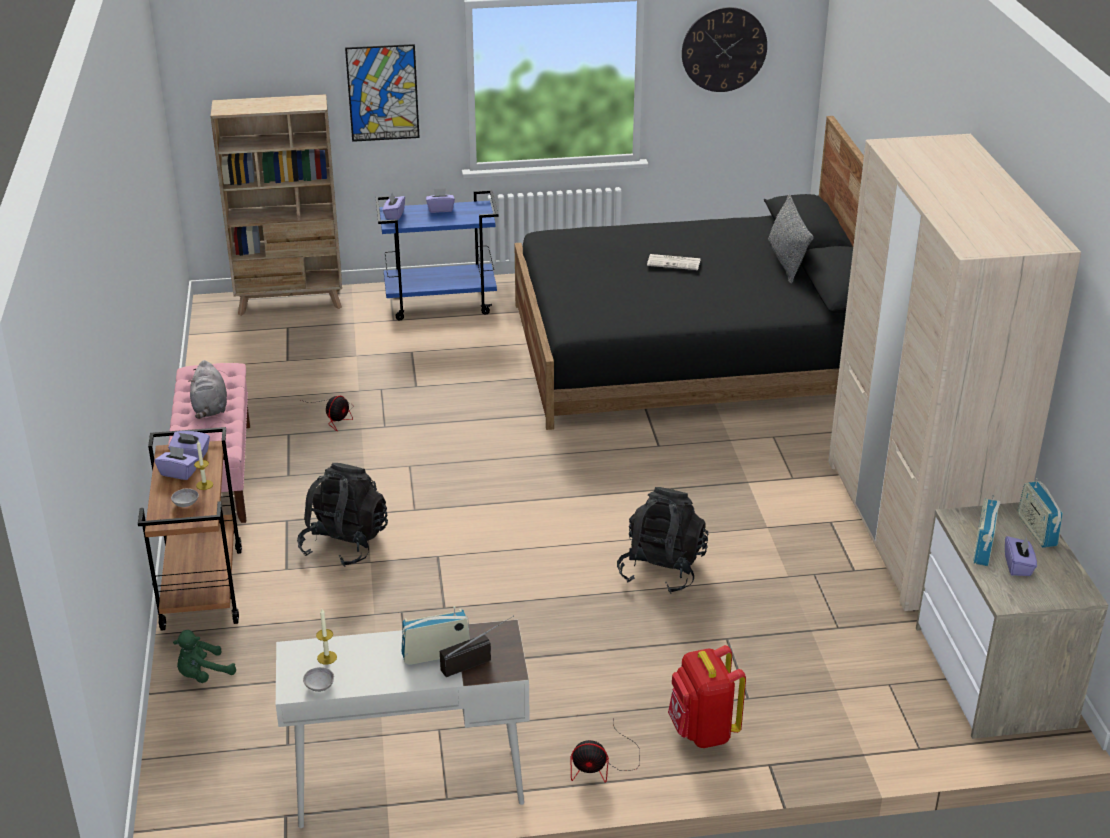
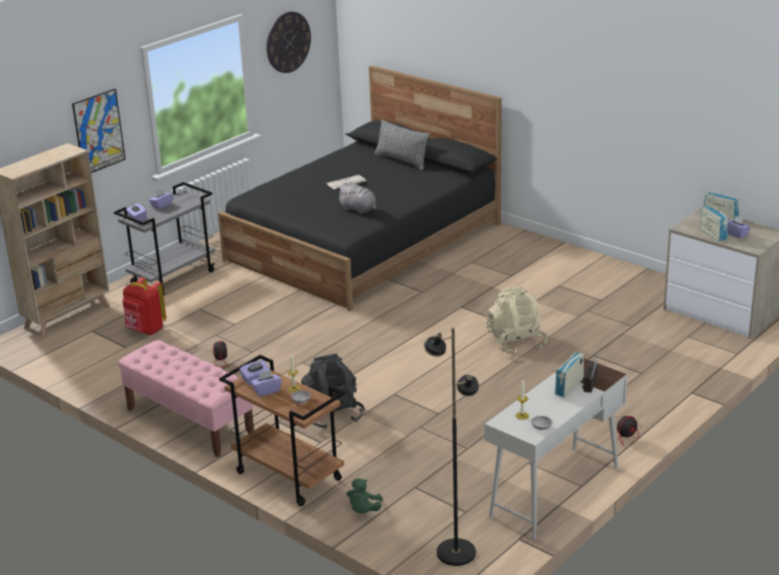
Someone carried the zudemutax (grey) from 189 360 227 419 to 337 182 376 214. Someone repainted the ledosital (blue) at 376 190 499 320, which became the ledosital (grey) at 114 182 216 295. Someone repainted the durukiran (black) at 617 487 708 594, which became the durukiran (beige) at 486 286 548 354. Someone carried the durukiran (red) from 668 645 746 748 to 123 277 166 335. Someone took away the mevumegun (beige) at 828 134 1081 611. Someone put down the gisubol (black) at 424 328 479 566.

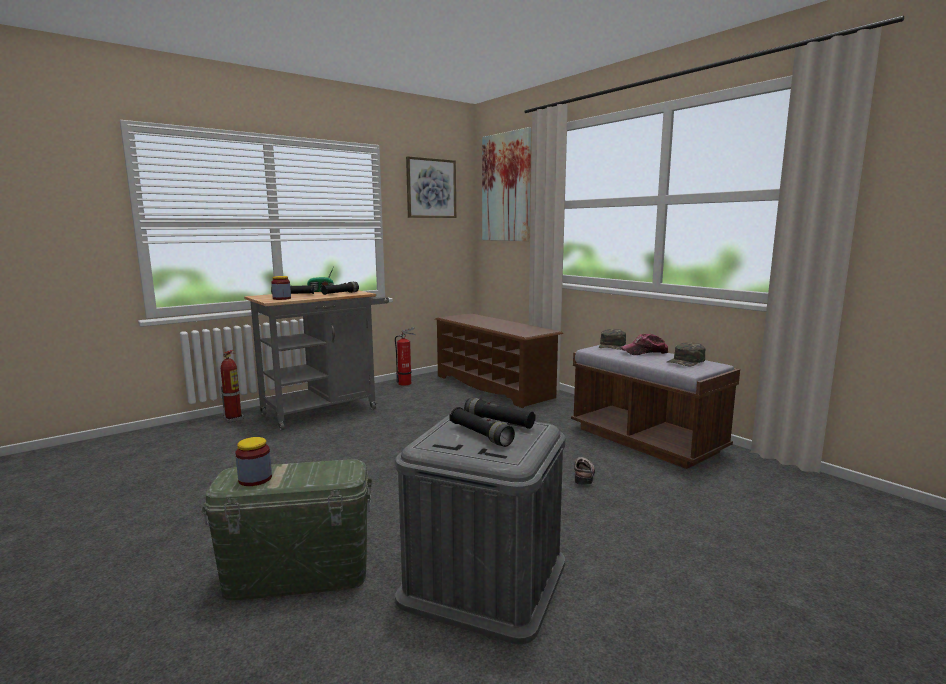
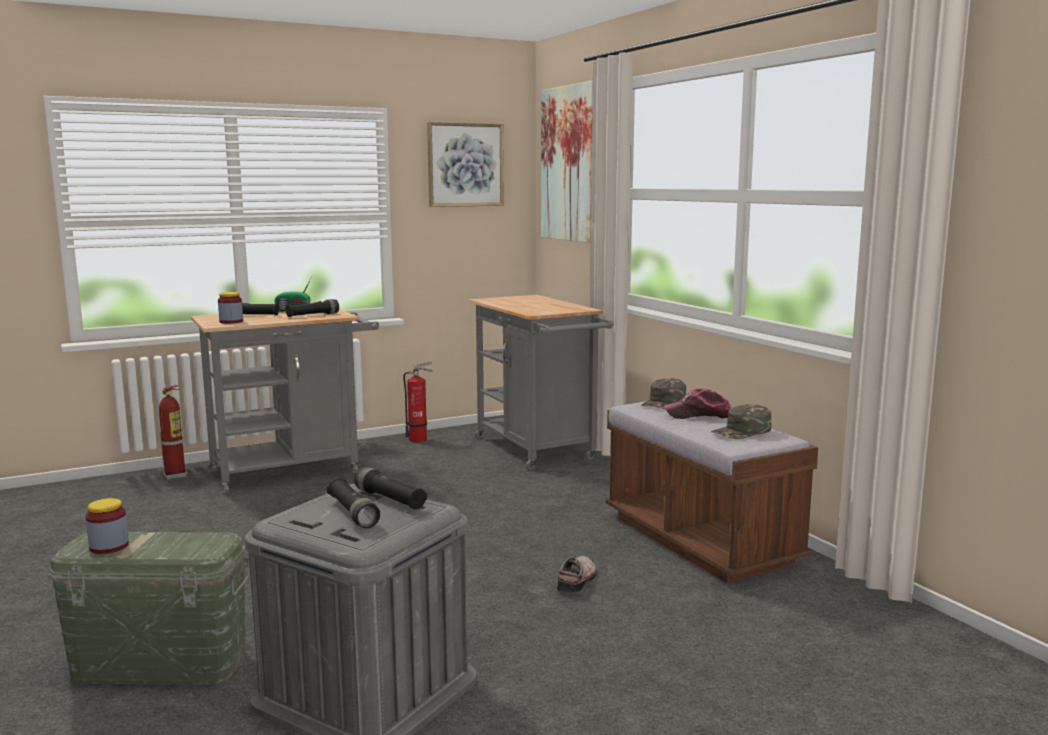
Someone swapped the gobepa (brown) at 435 313 563 408 for the ledosital (grey) at 469 295 614 470.

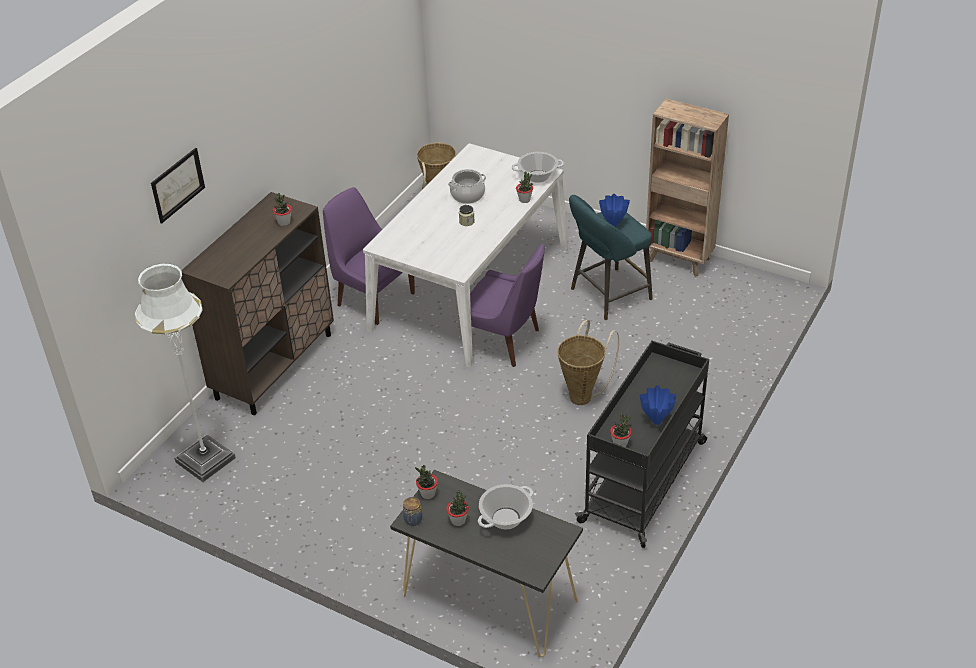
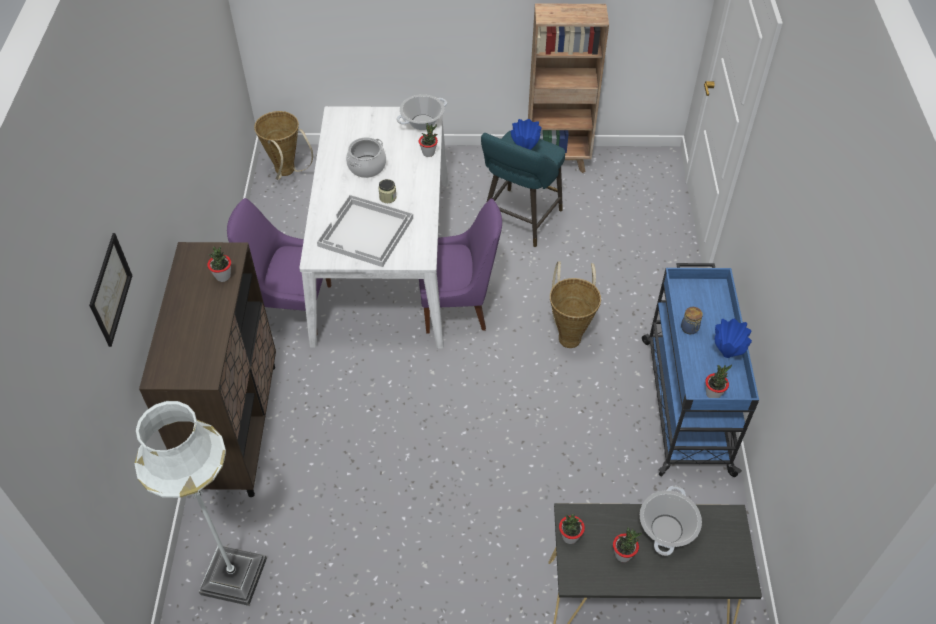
Someone carried the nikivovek from 403 497 422 526 to 681 307 703 334. Someone repainted the ledosital (black) at 575 341 709 548, which became the ledosital (blue) at 642 263 759 477. Someone put down the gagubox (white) at 317 195 413 267.

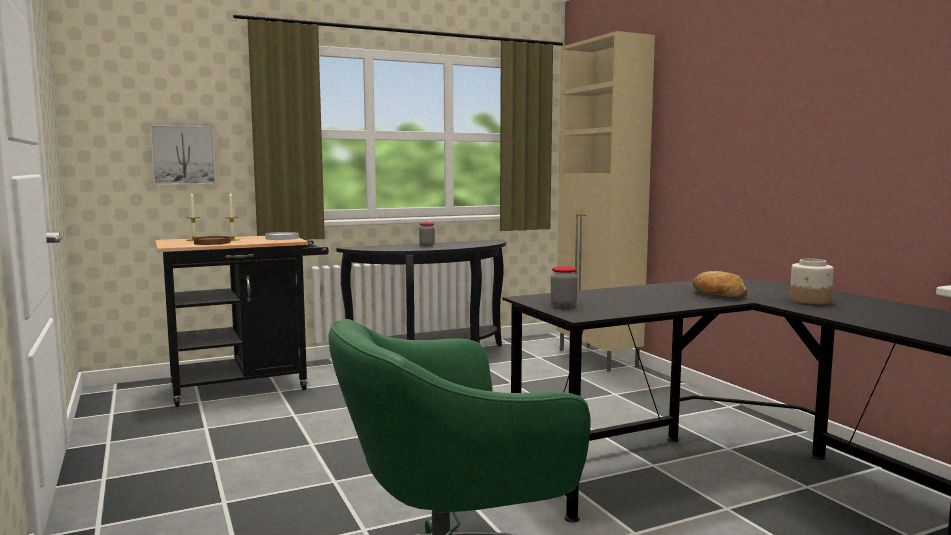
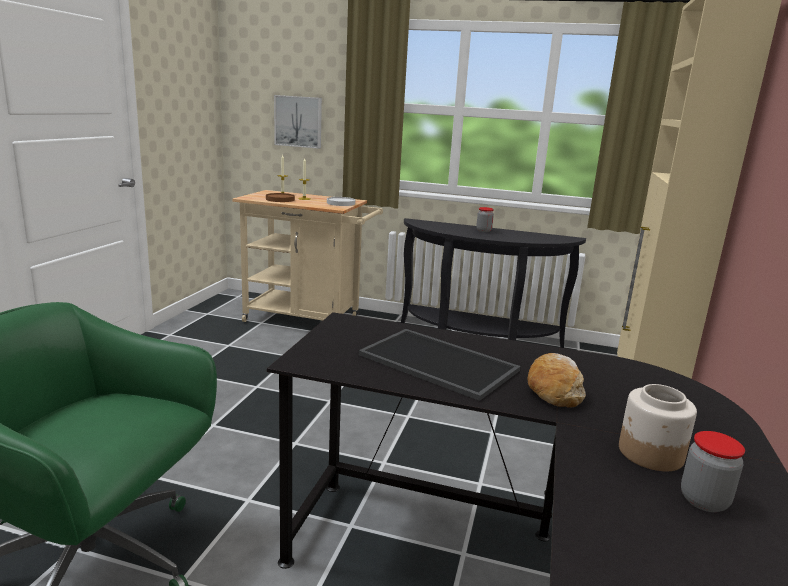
Someone repainted the ledosital (black) at 155 236 329 407, which became the ledosital (beige) at 232 190 383 322. Someone carried the nikivovek from 551 266 577 307 to 681 431 745 512. Someone put down the gagubox at 358 329 521 401.

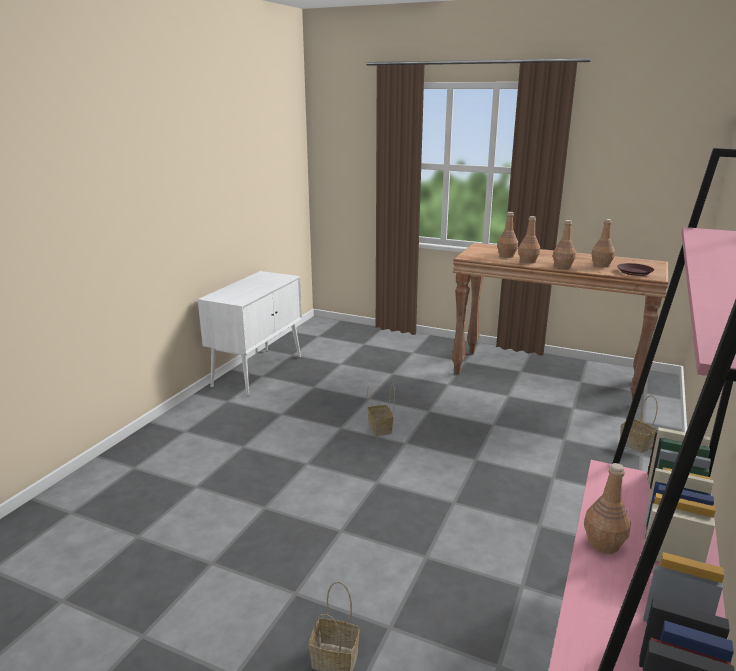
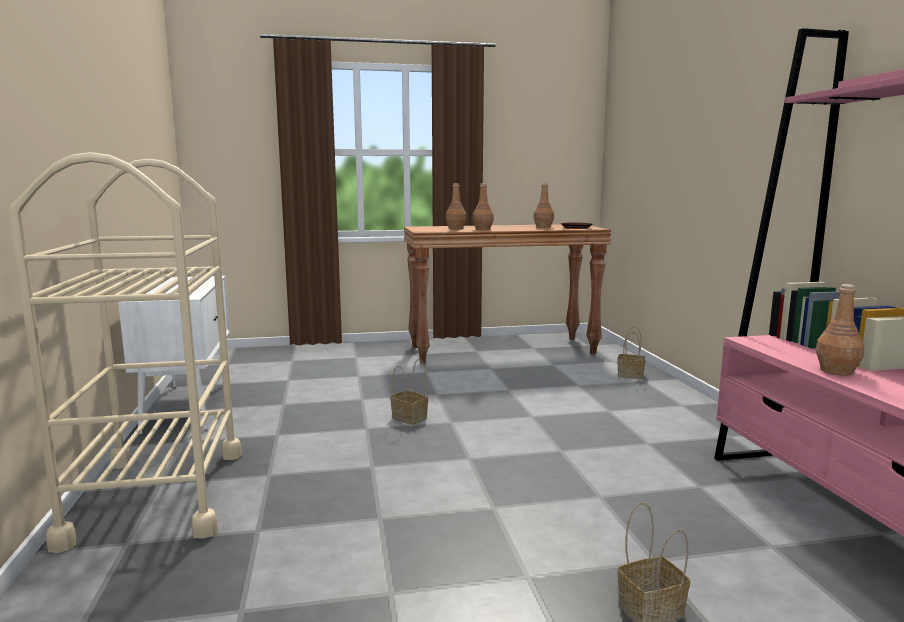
Someone took away the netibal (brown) at 553 220 576 269. Someone put down the ledosital (beige) at 9 152 242 553.

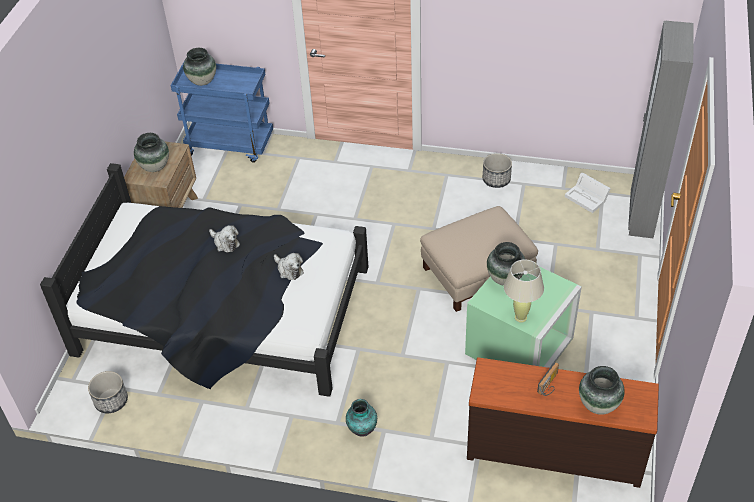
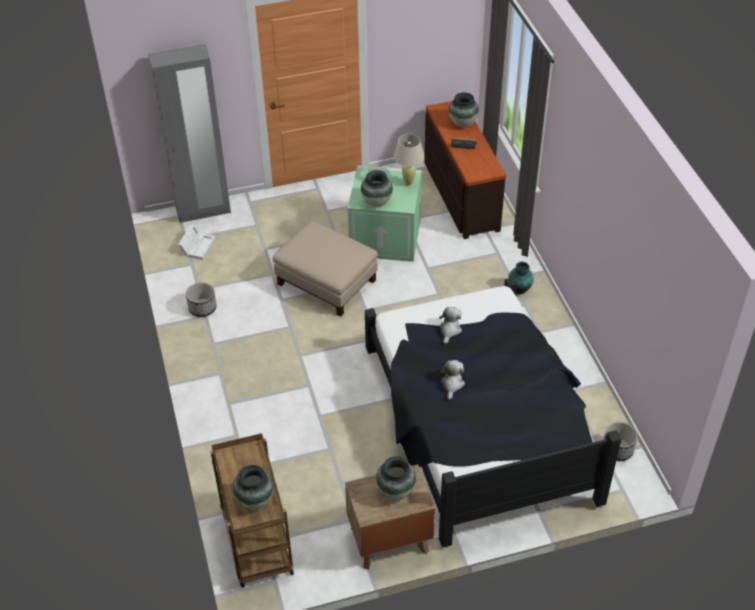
Someone repainted the ledosital (blue) at 170 62 273 163, which became the ledosital (brown) at 210 433 294 588.

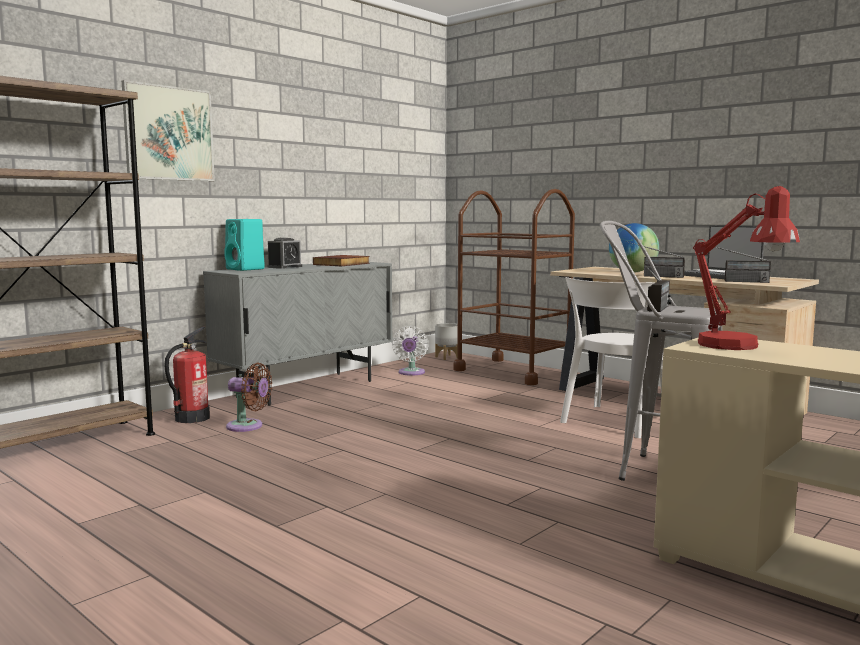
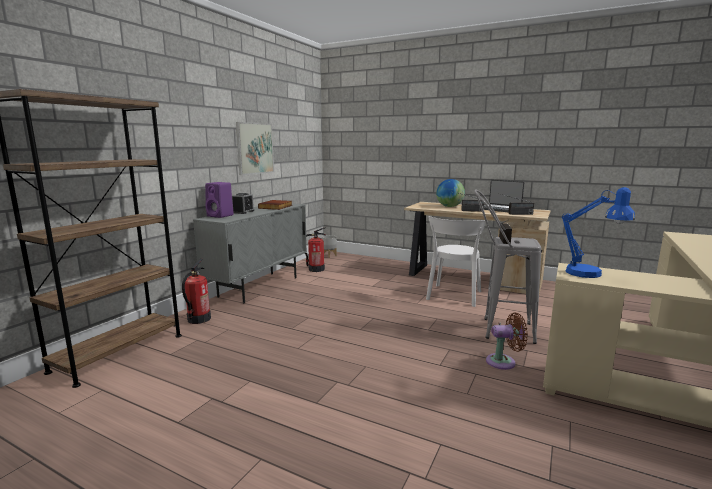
Someone carried the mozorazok from 122 80 215 181 to 236 122 274 175. Someone repainted the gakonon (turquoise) at 224 219 265 271, which became the gakonon (purple) at 205 182 234 218. Someone carried the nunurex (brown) from 226 363 272 432 to 486 313 528 370. Someone swapped the nunurex (white) at 392 326 428 376 for the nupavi at 305 227 326 272. Someone took away the ledosital (brown) at 453 189 575 385. Someone repainted the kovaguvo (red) at 693 186 800 350, which became the kovaguvo (blue) at 562 187 635 278.

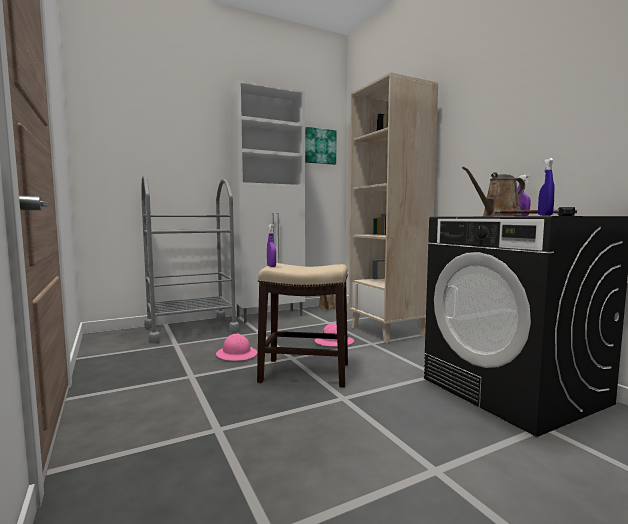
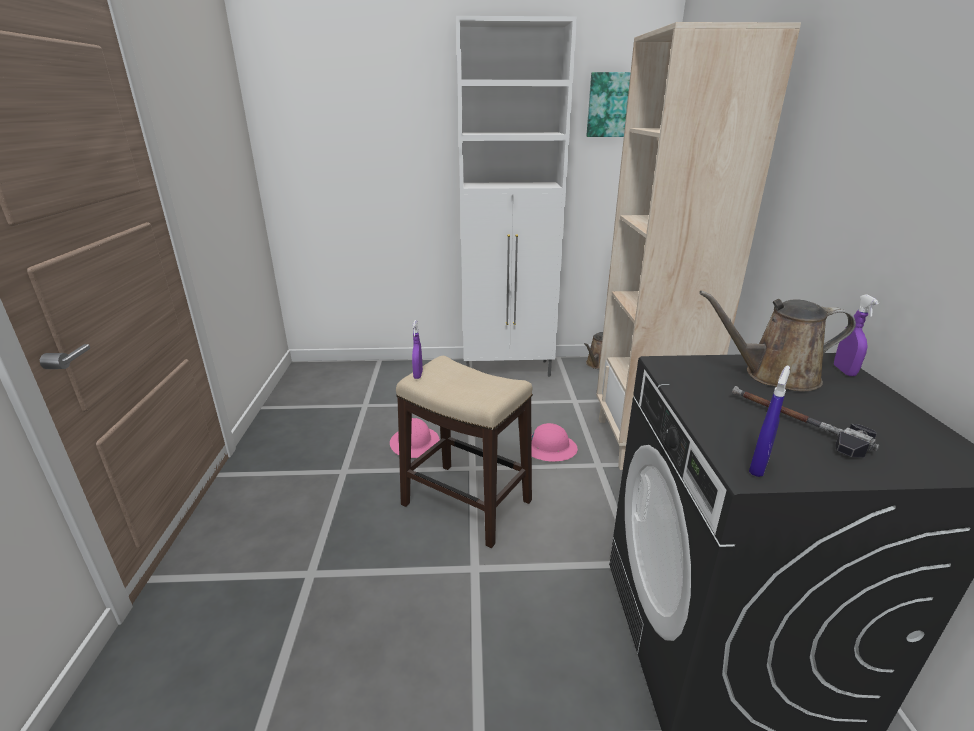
Someone took away the ledosital (grey) at 141 175 239 344.

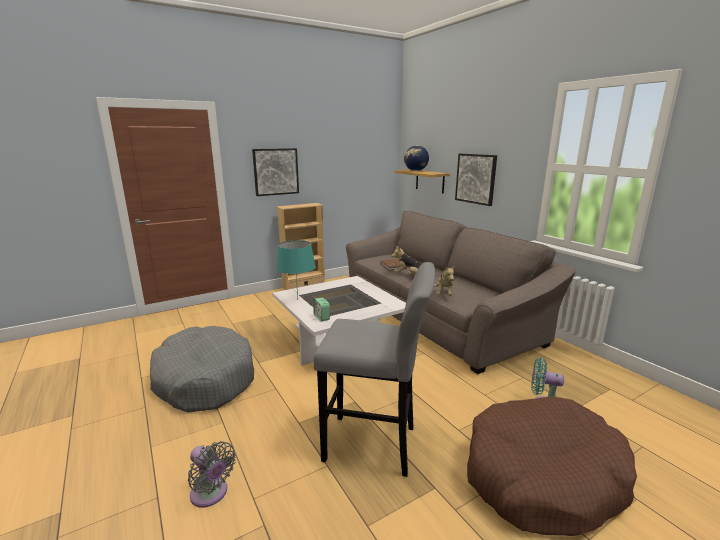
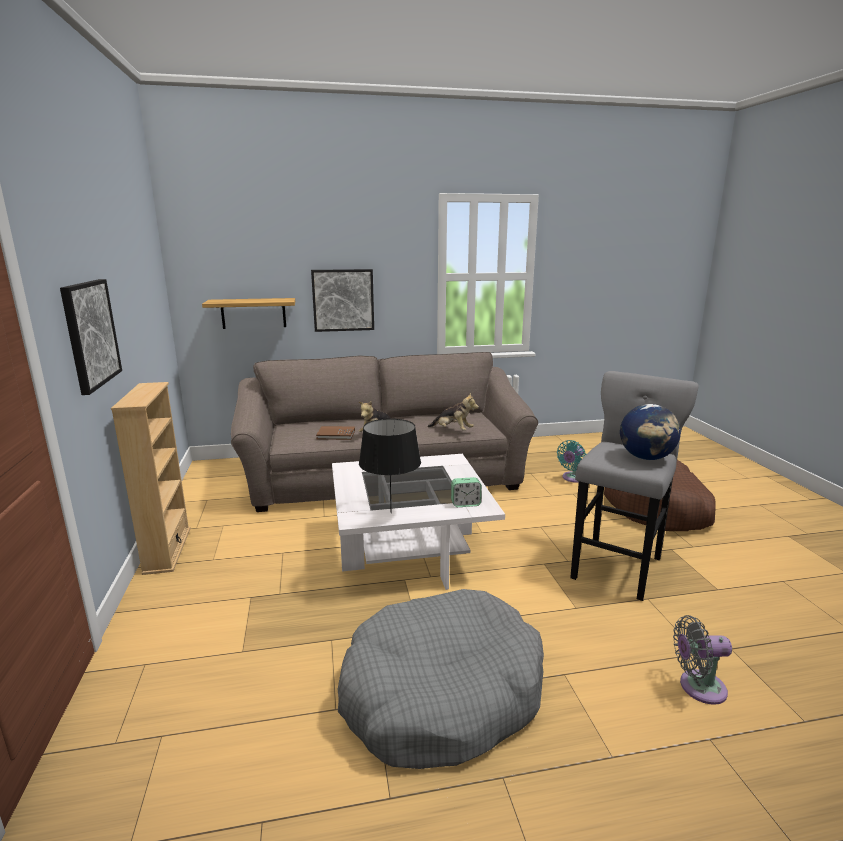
Someone rotated the nunurex (grey) at 188 441 236 508 by 150 degrees counterclockwise. Someone repainted the kovaguvo (turquoise) at 276 240 316 300, which became the kovaguvo (black) at 359 418 421 507. Someone carried the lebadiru from 404 145 429 171 to 620 404 680 460.

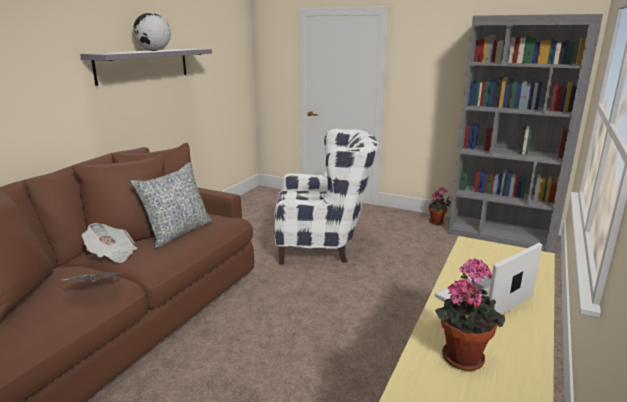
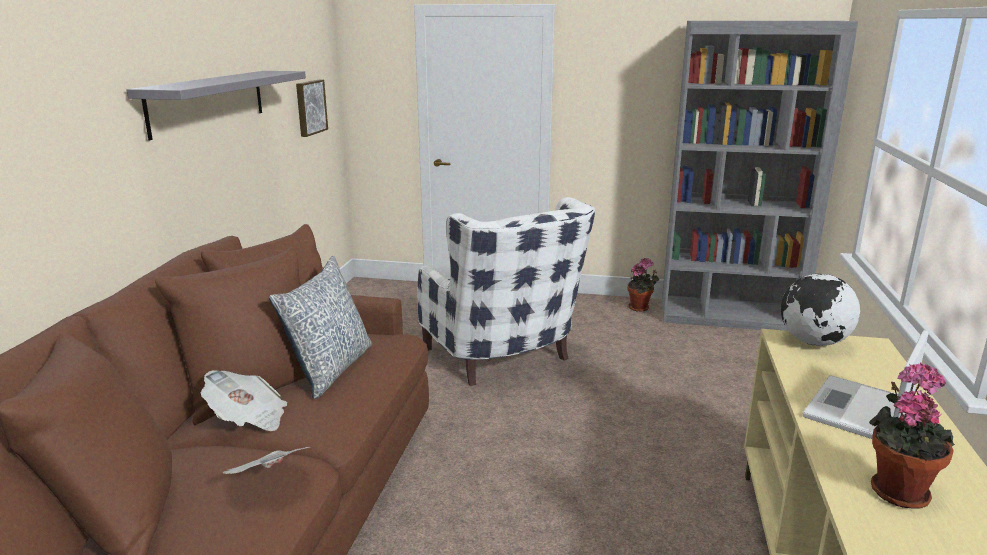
Someone carried the lebadiru from 133 13 171 51 to 781 274 860 346. Someone rotated the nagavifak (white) at 274 129 378 264 by 75 degrees clockwise. Someone put up the mozorazok at 296 80 328 137.

